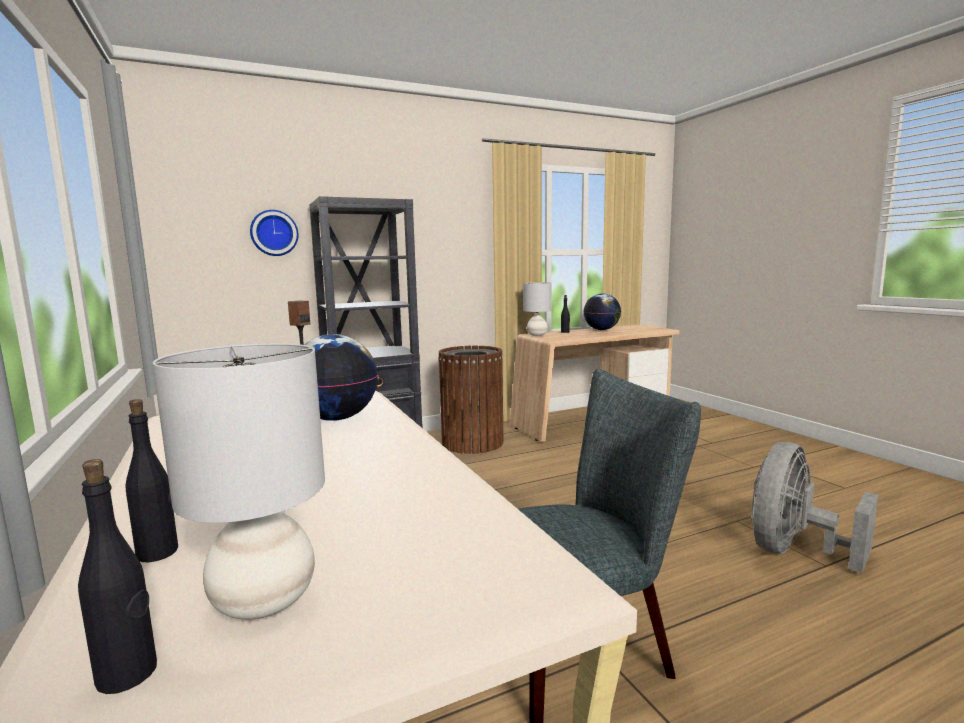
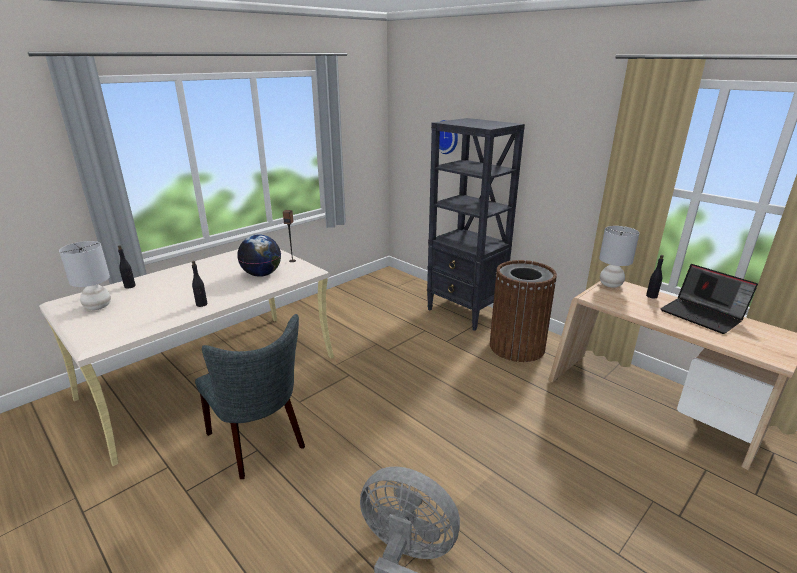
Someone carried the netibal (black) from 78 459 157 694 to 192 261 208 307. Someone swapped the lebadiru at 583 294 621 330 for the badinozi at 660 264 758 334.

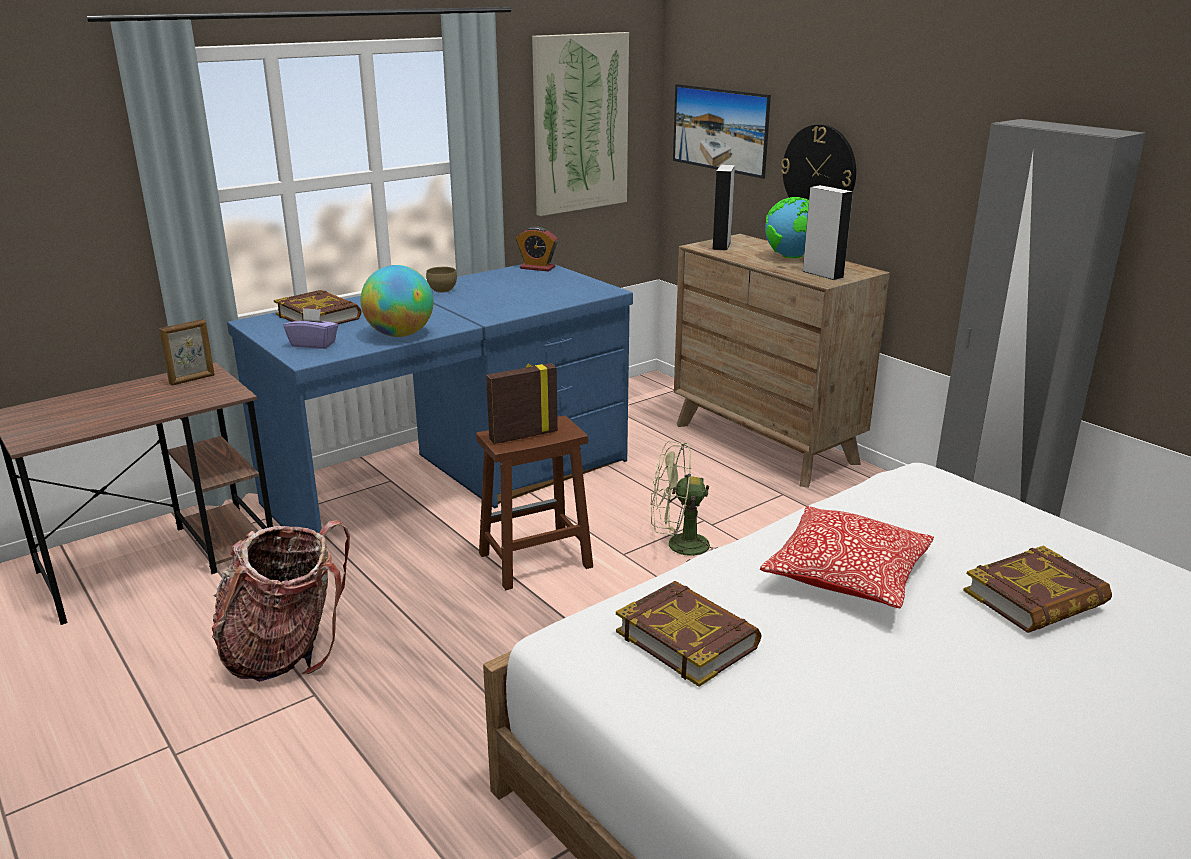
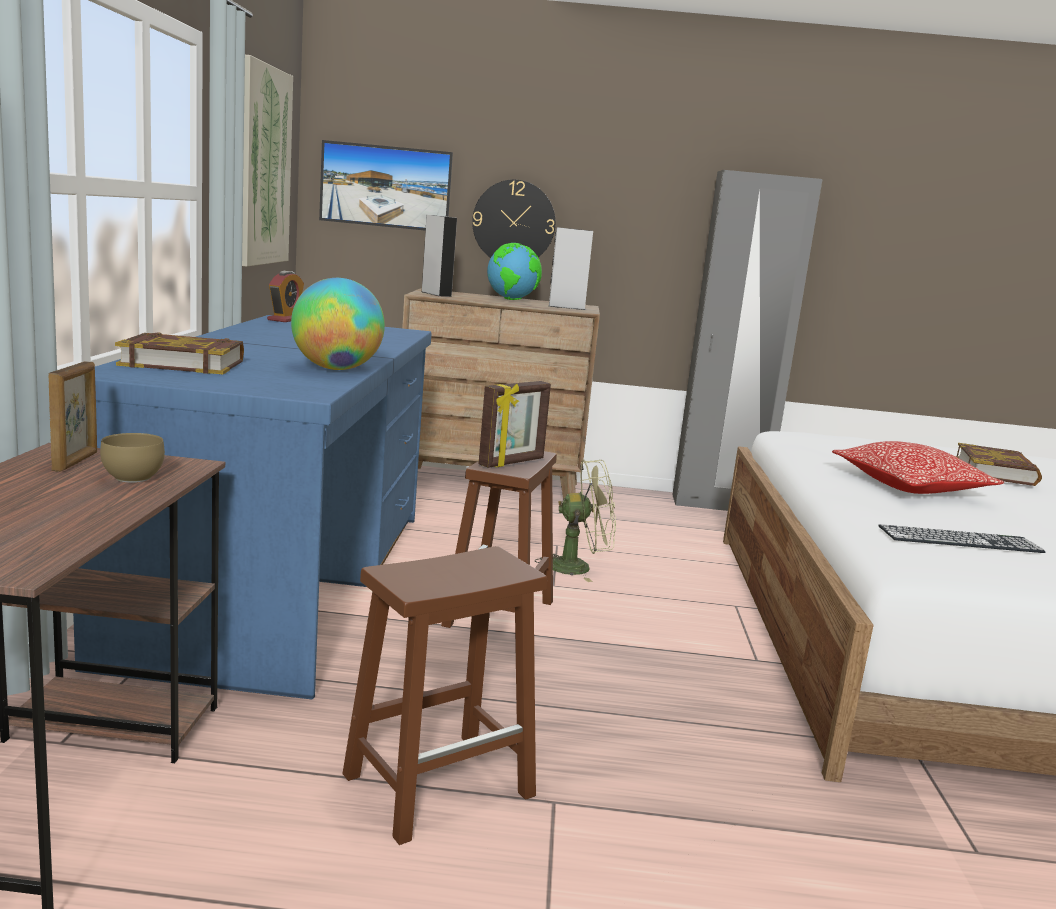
Someone swapped the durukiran at 212 520 350 682 for the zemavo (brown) at 342 546 547 845. Someone took away the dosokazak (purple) at 283 308 338 349. Someone carried the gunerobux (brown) from 426 267 457 293 to 100 433 165 483. Someone rotated the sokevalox at 486 363 558 444 by 150 degrees counterclockwise. Someone rotated the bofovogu at 516 227 558 271 by 45 degrees counterclockwise. Someone swapped the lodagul at 616 581 762 687 for the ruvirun at 878 524 1046 553. Someone rotated the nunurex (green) at 651 441 713 561 by 135 degrees counterclockwise.

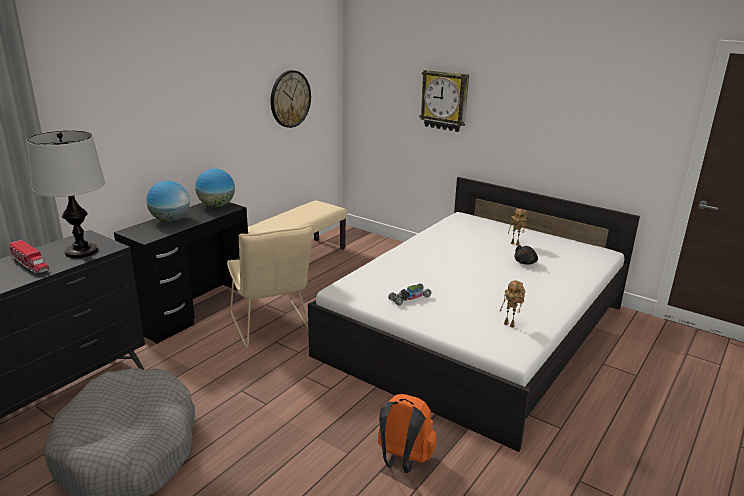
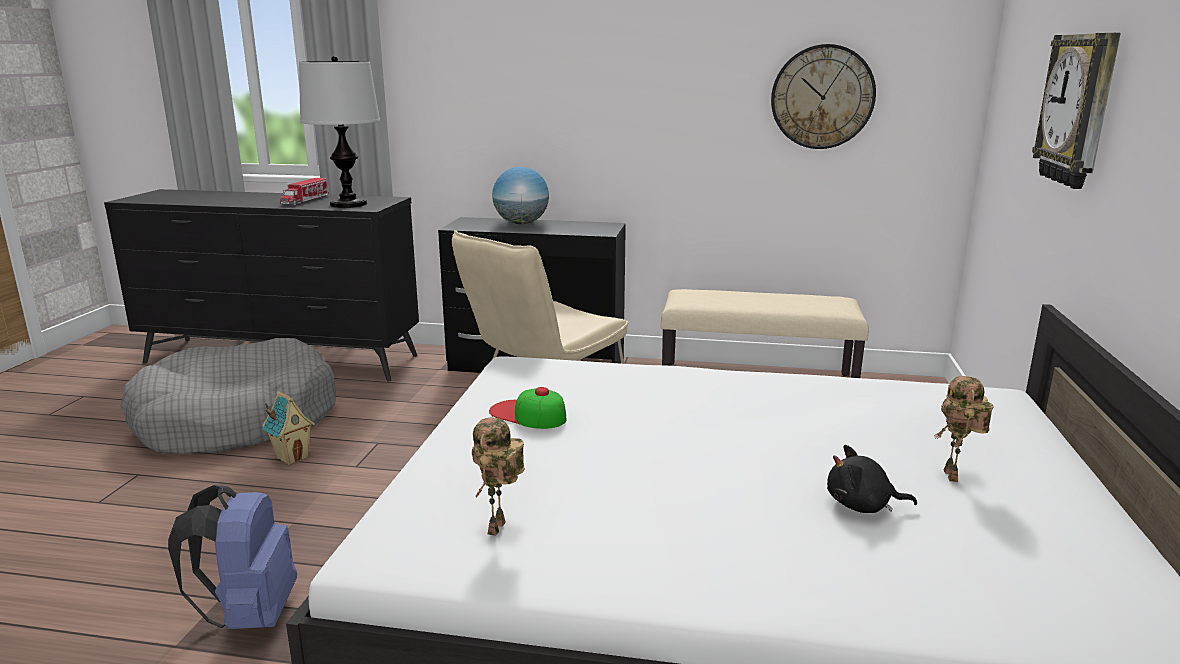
Someone took away the lebadiru at 195 168 235 207. Someone repainted the durukiran (orange) at 378 394 436 473, which became the durukiran (blue) at 168 485 297 629. Someone swapped the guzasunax at 388 283 431 306 for the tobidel at 489 387 567 429. Someone put down the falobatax at 262 391 315 465.

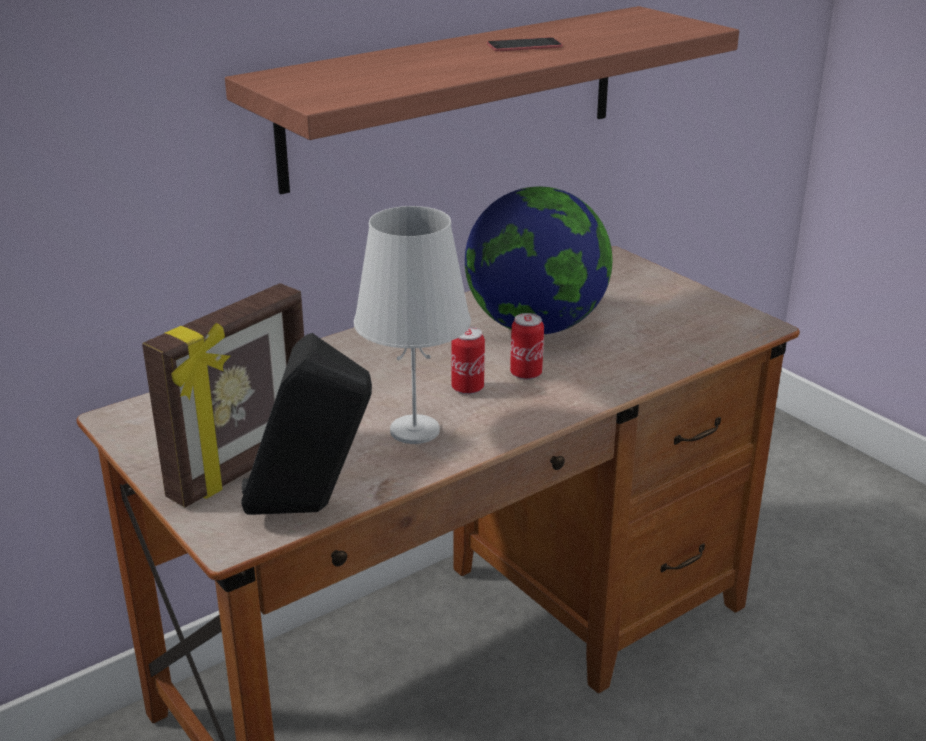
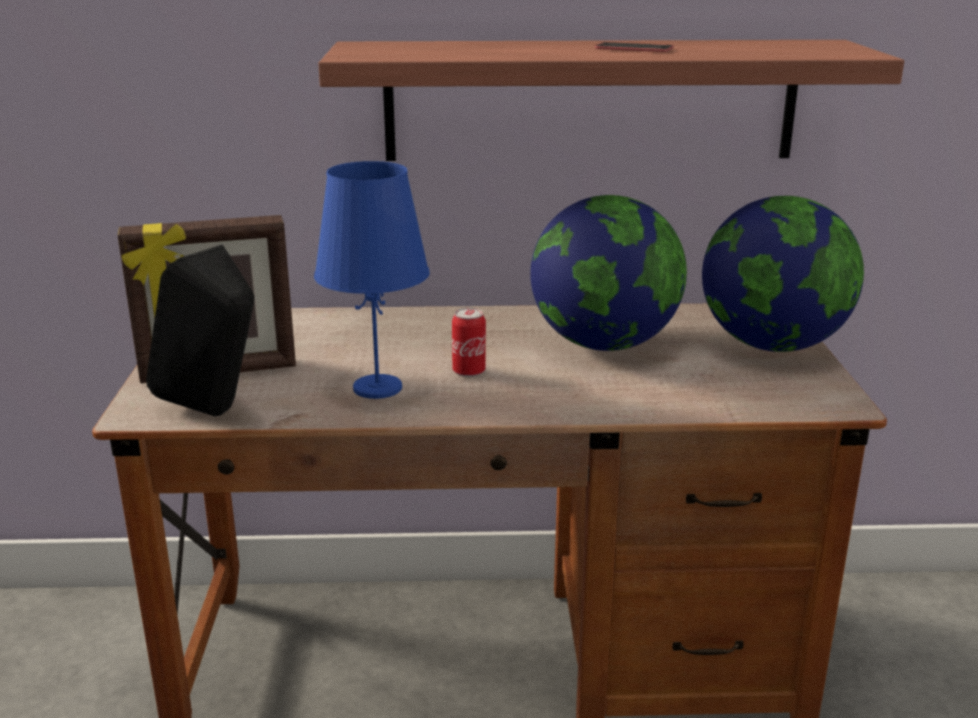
Someone repainted the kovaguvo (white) at 354 206 471 444, which became the kovaguvo (blue) at 314 161 430 399. Someone took away the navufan at 510 313 544 380. Someone put down the lebadiru at 702 196 864 352.

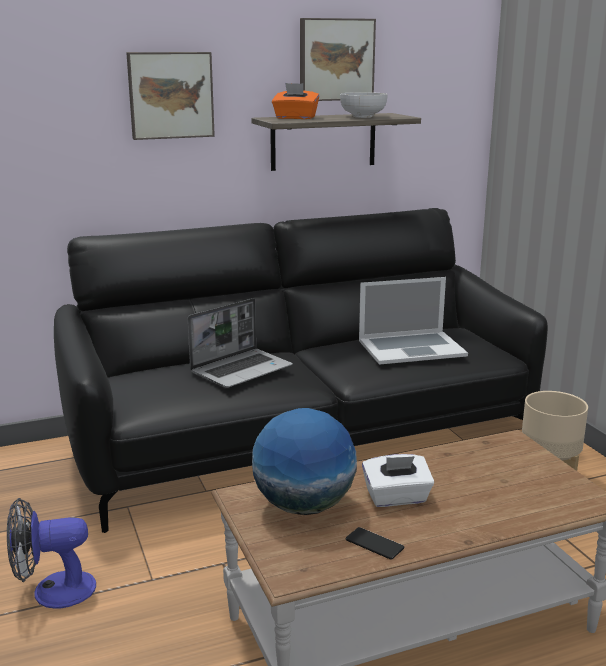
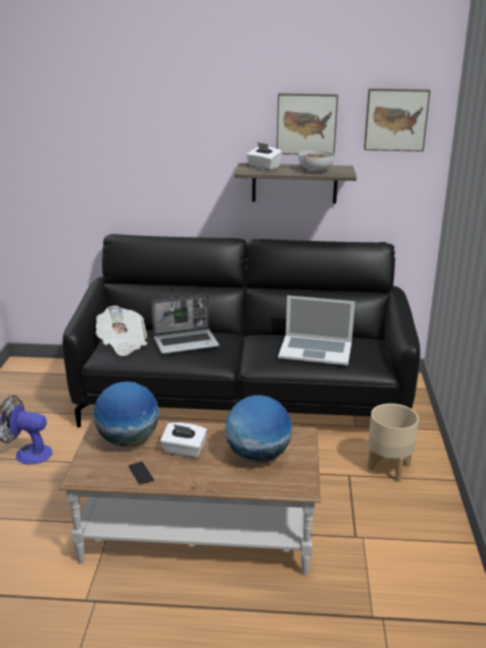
Someone carried the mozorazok from 126 52 215 140 to 364 88 430 152. Someone repainted the dosokazak (orange) at 272 83 319 119, which became the dosokazak (white) at 246 142 283 170. Someone put down the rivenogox at 96 306 147 356. Someone put down the lebadiru at 225 395 292 463.

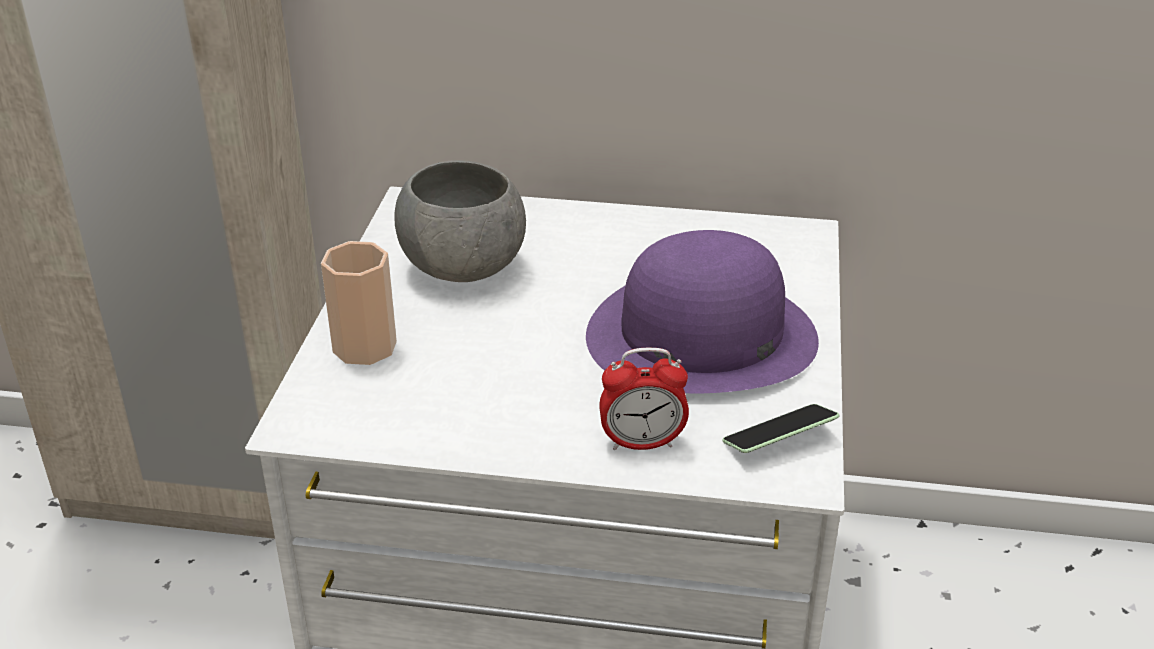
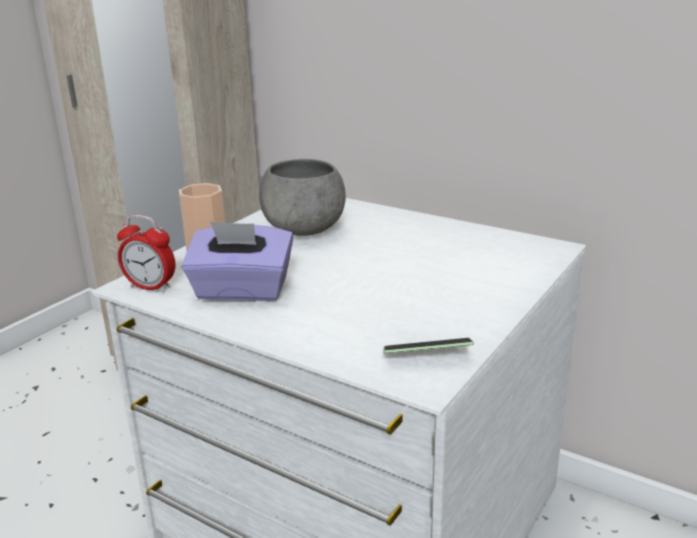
Someone took away the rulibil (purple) at 586 230 819 393. Someone carried the bofovogu from 599 348 689 450 to 117 215 175 292. Someone put down the dosokazak (purple) at 182 221 293 301.

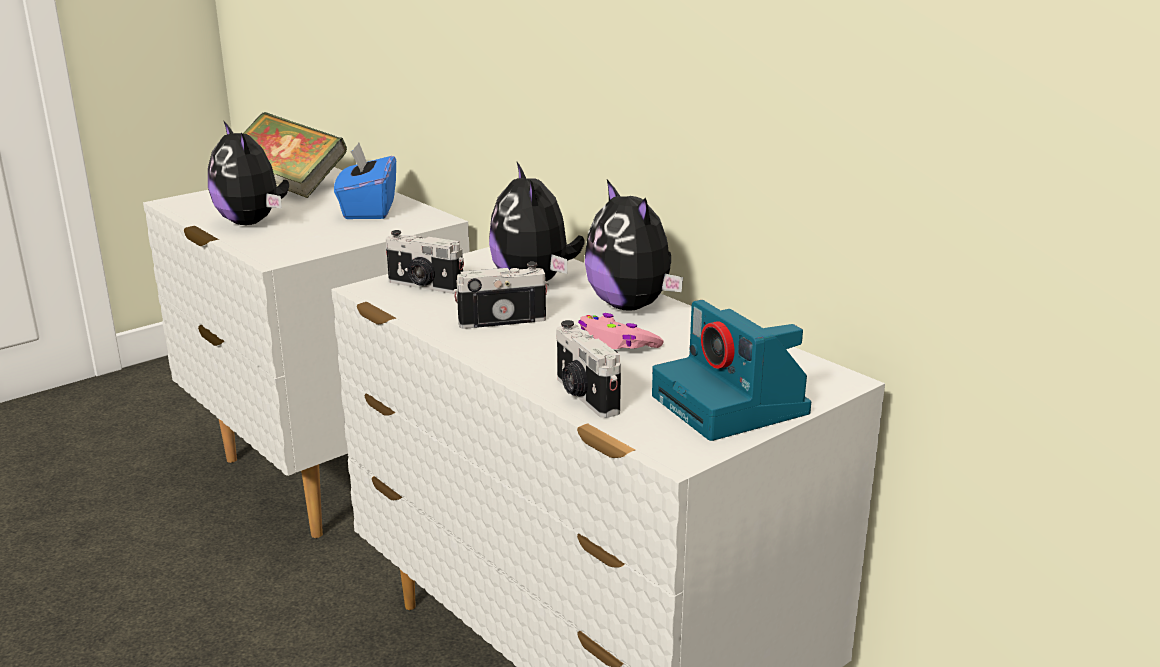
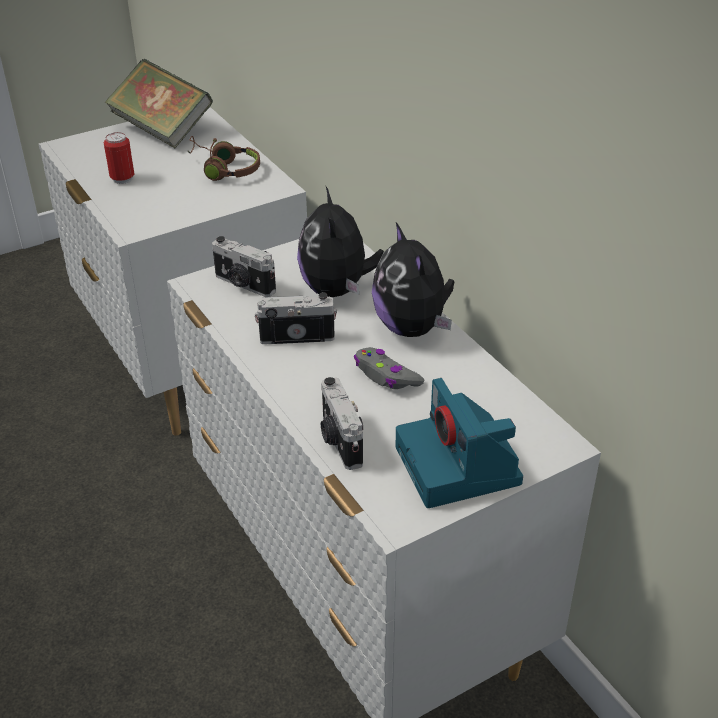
Someone swapped the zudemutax at 208 120 289 225 for the navufan at 104 132 134 184. Someone swapped the dosokazak (blue) at 334 142 396 219 for the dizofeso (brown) at 188 136 260 181. Someone repainted the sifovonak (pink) at 578 313 664 349, which became the sifovonak (grey) at 354 347 425 389.

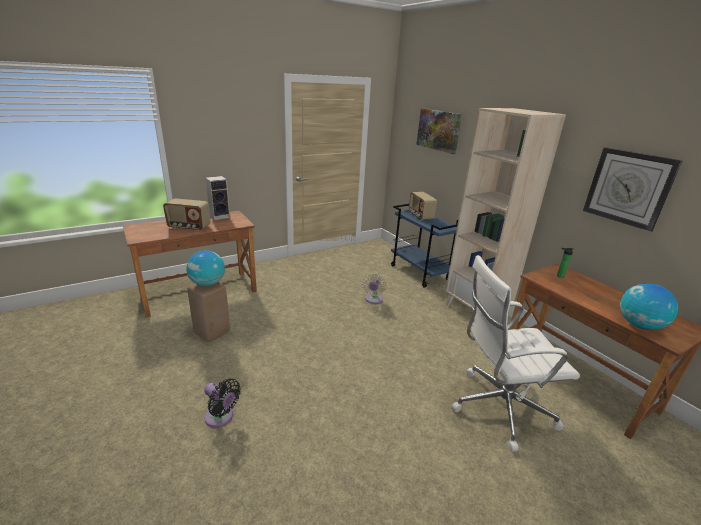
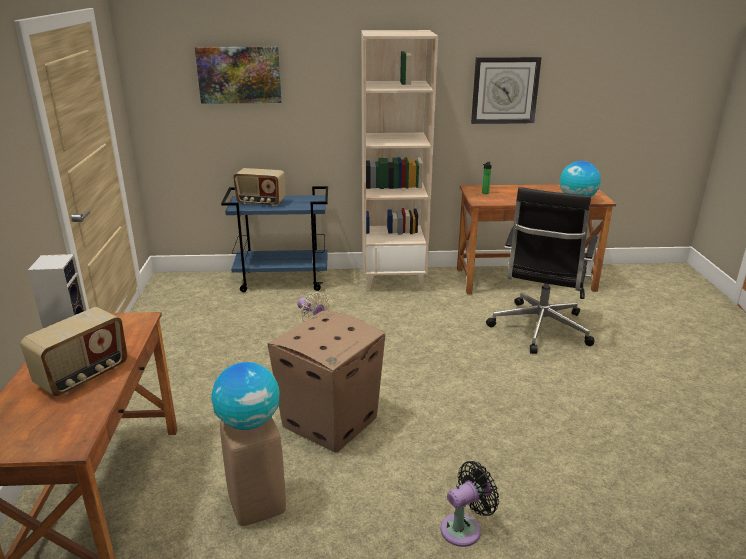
Someone repainted the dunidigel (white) at 451 255 580 452, which became the dunidigel (black) at 486 187 598 354. Someone put down the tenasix at 267 311 385 453.

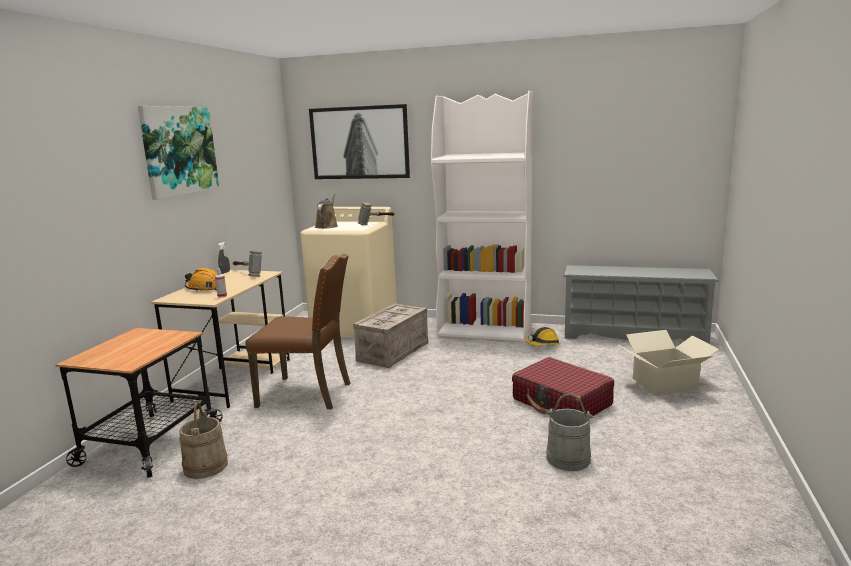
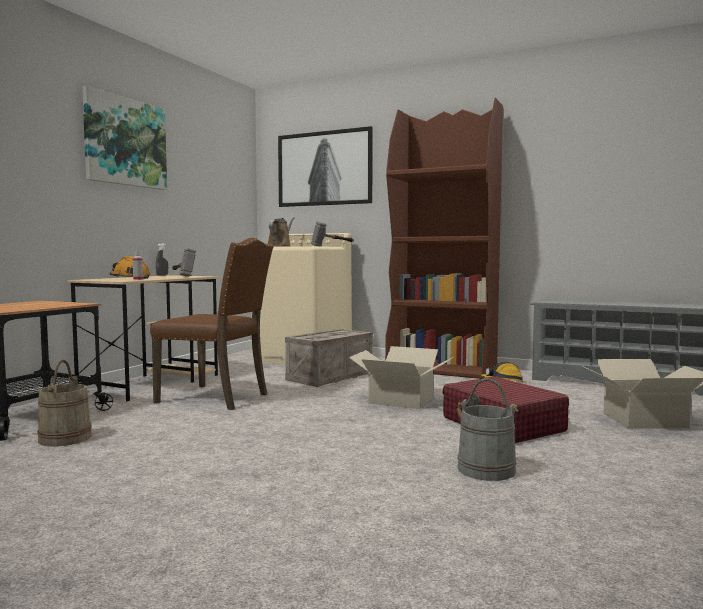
Someone repainted the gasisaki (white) at 431 91 533 341, which became the gasisaki (brown) at 385 98 503 379. Someone put down the tenasix at 349 346 453 409.

